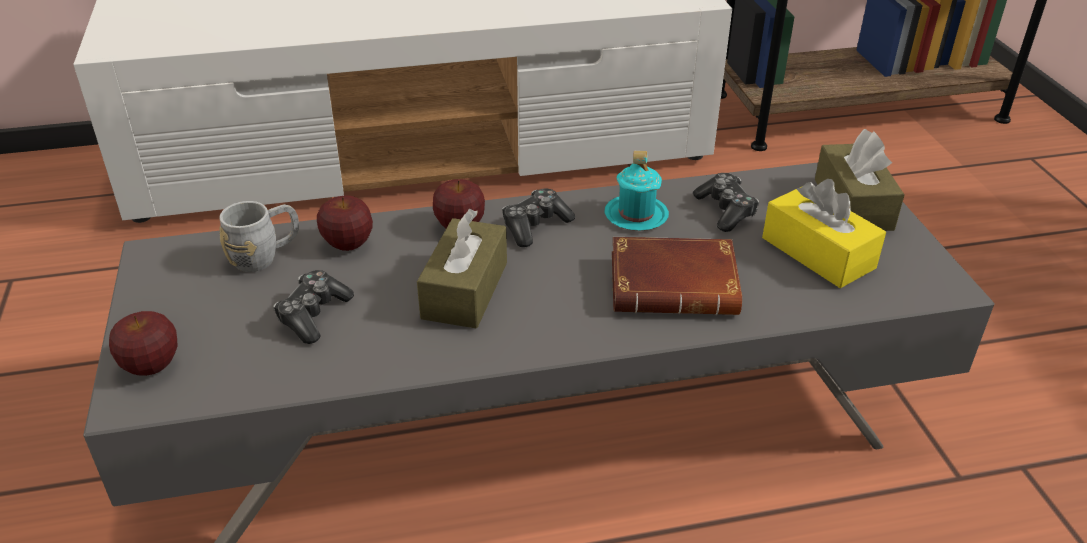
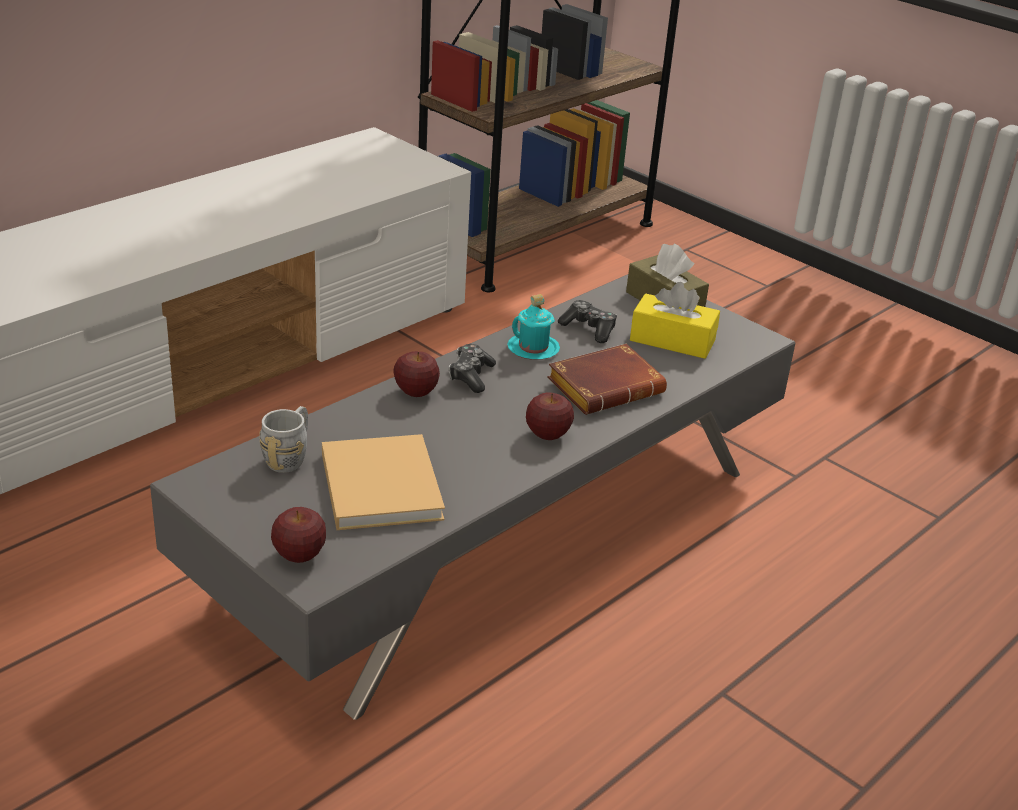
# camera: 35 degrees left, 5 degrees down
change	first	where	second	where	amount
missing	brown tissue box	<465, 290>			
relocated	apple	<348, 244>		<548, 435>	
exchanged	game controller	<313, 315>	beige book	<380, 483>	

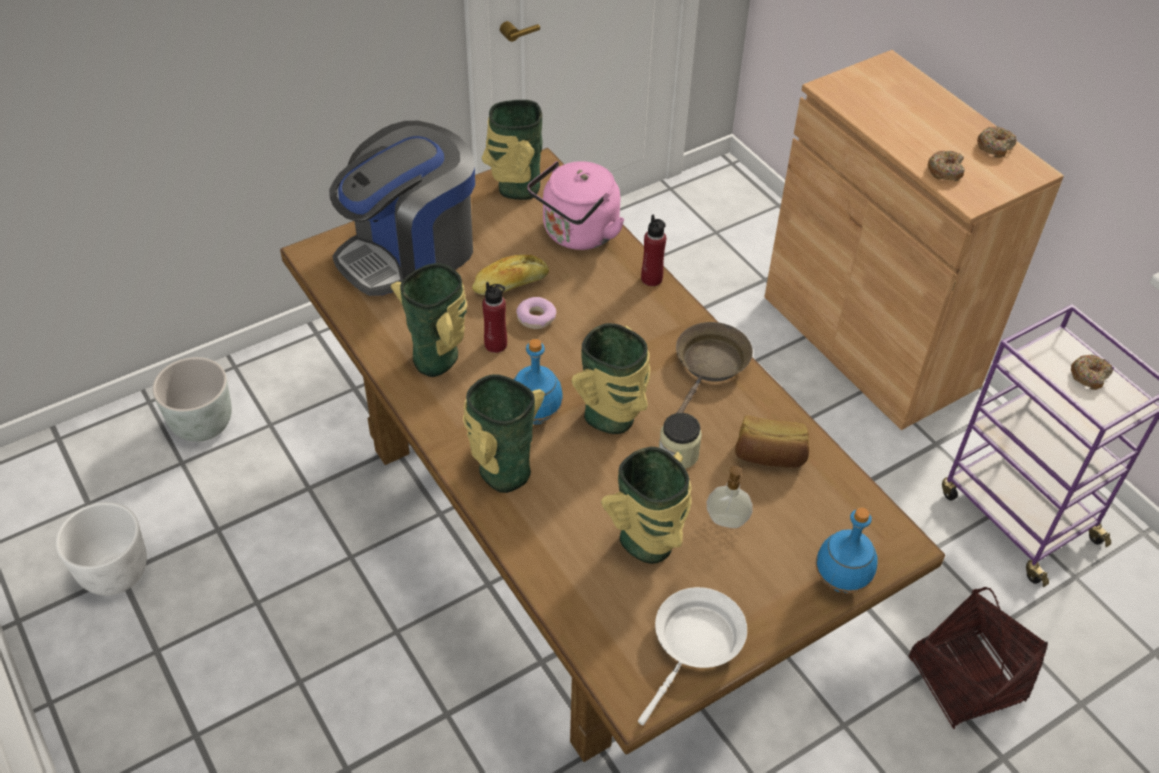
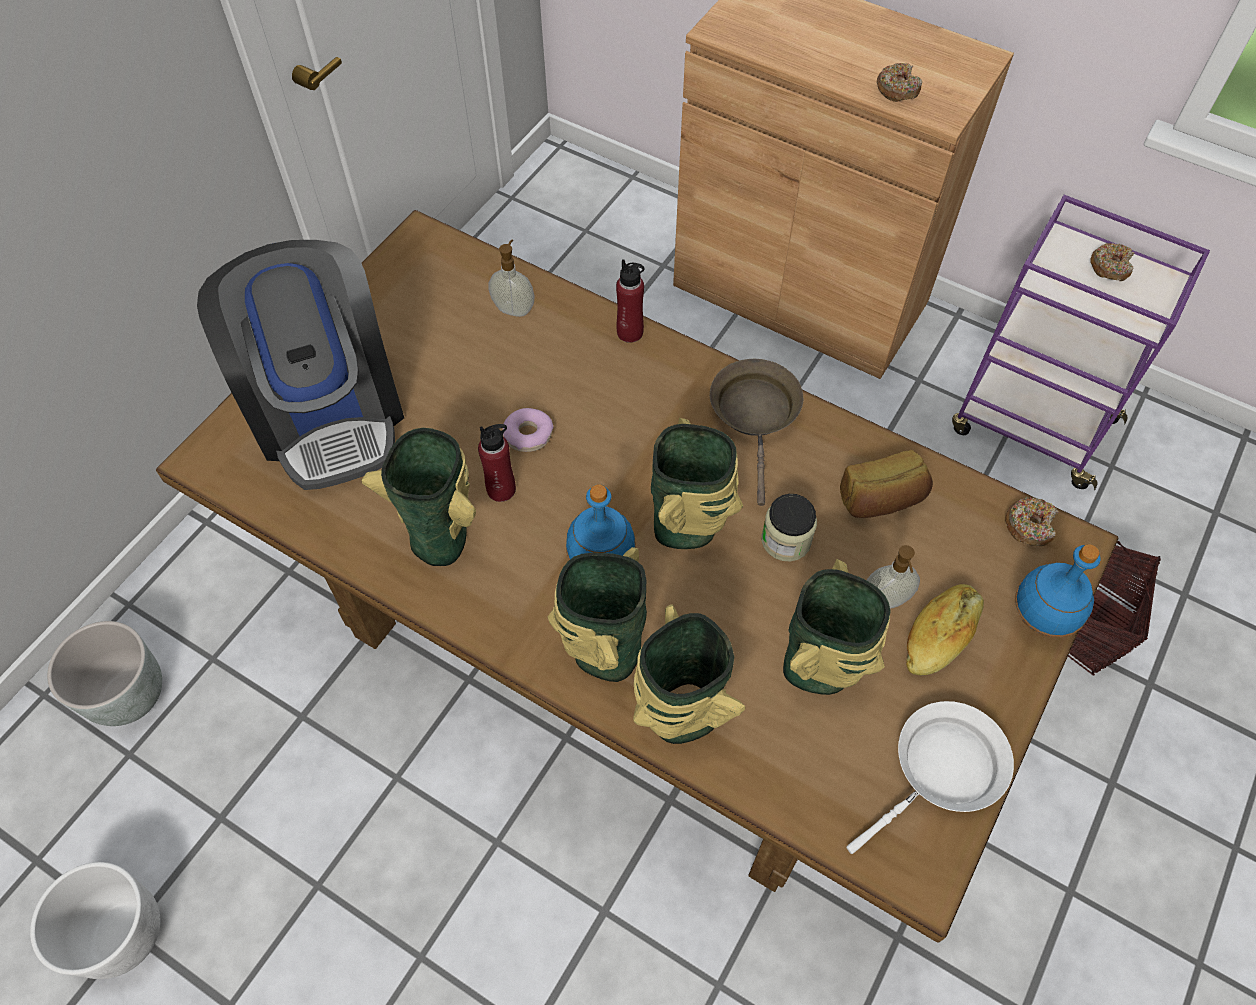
# camera: 25 degrees left, 10 degrees up
change	first	where	second	where	amount
relocated	bread	<510, 284>		<940, 635>	
relocated	vase	<516, 188>		<679, 716>	
relocated	donut	<994, 146>		<1029, 526>	
exchanged	pink kettle	<577, 234>	soap dispenser	<514, 308>	
spun	coffee machine	<410, 253>		<328, 410>	45 degrees counterclockwise
spun	white frying pan	<695, 644>		<942, 771>	45 degrees clockwise

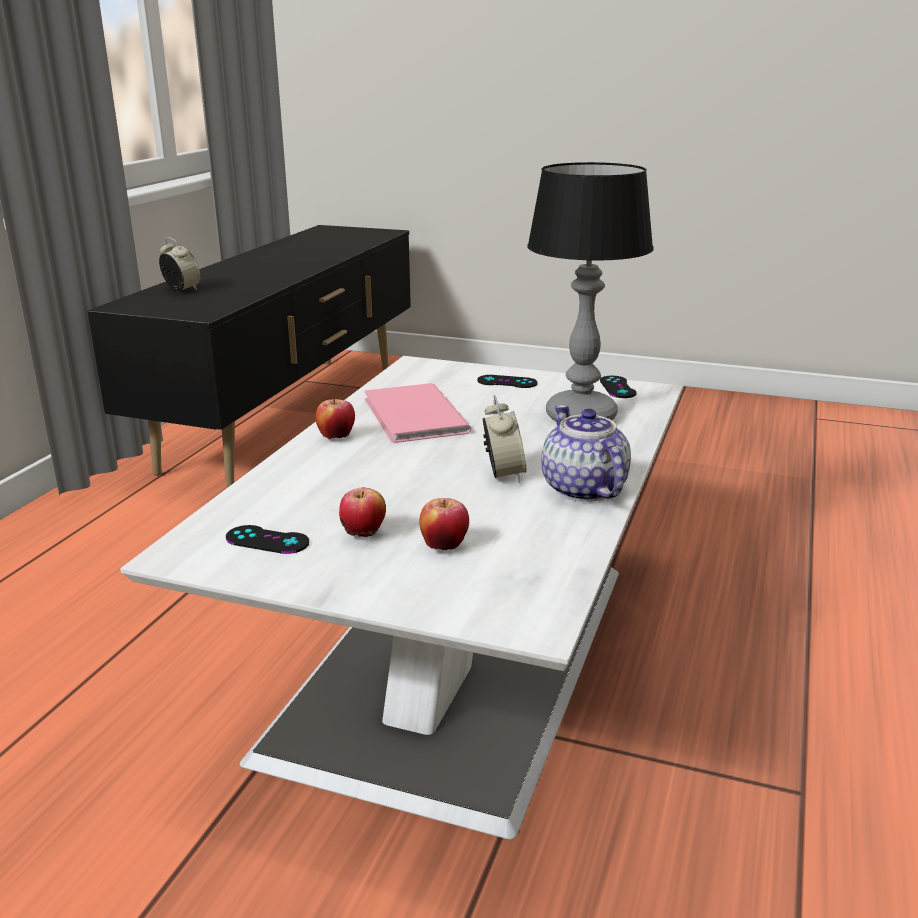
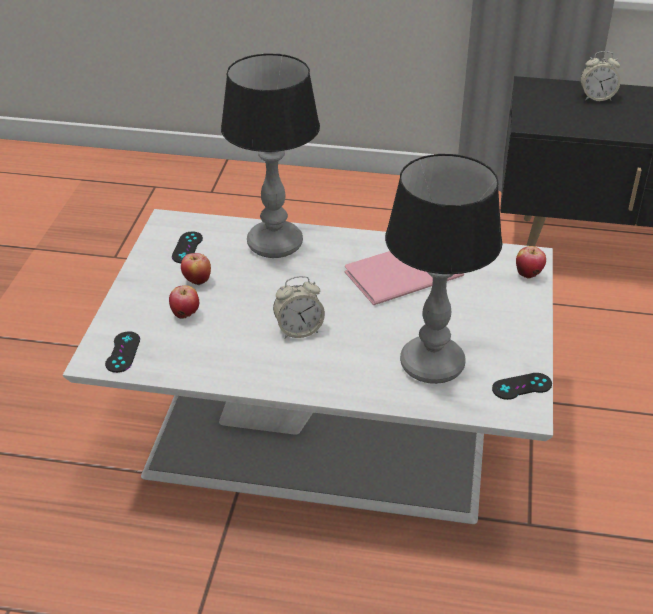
# camera: 80 degrees right, 15 degrees up
change	first	where	second	where	amount
missing	teapot	<583, 489>			
appeared			table lamp	<274, 244>	
relocated	apple	<336, 437>		<528, 274>	
relocated	black game controller	<507, 382>		<123, 352>	
spun	alarm clock	<182, 290>		<596, 98>	60 degrees clockwise

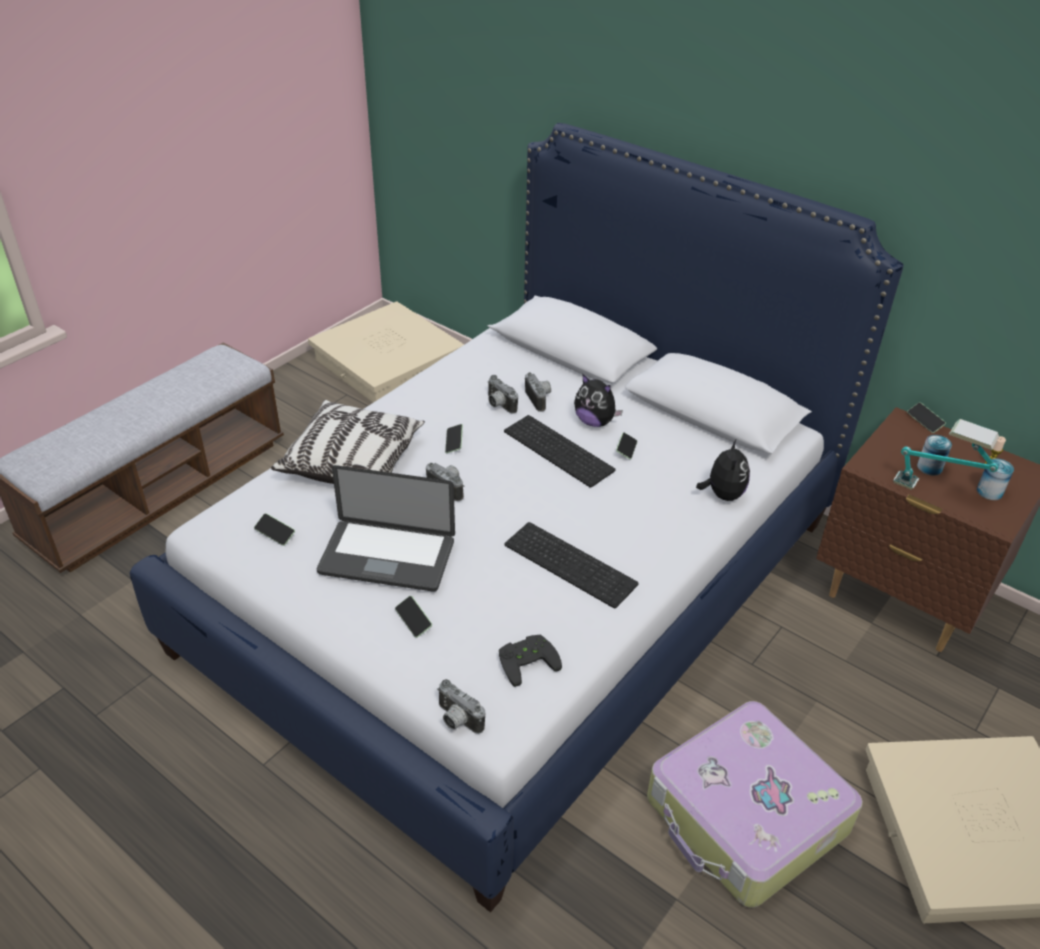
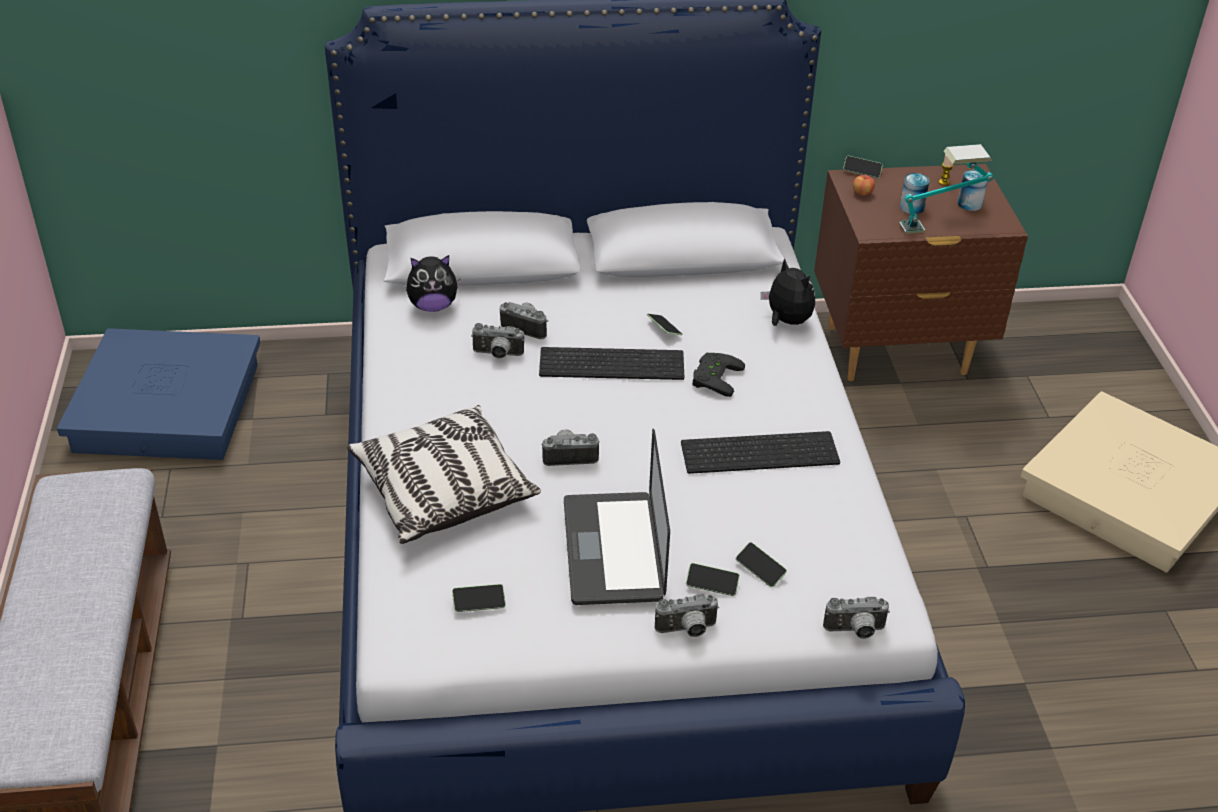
# camera: 45 degrees left, 0 degrees up
change	first	where	second	where	amount
missing	suitcase	<746, 817>			
appeared			photo camera	<687, 630>	
appeared			apple	<862, 193>	
relocated	phone	<454, 442>		<760, 570>	
relocated	black game controller	<526, 660>		<713, 377>	
relocated	plush toy	<595, 422>		<433, 306>	
colour	beige storage box	<388, 362>	blue storage box	<169, 407>	
spun	laptop	<387, 557>		<613, 550>	120 degrees clockwise

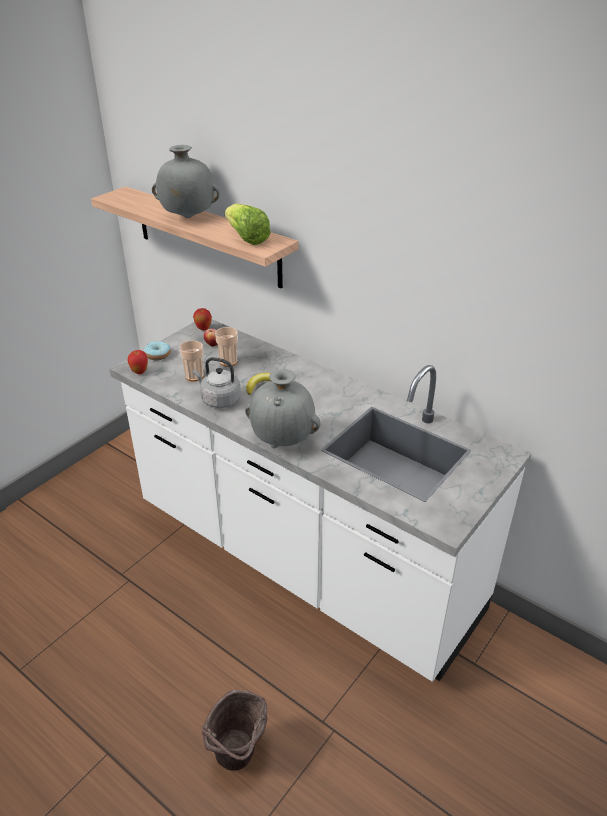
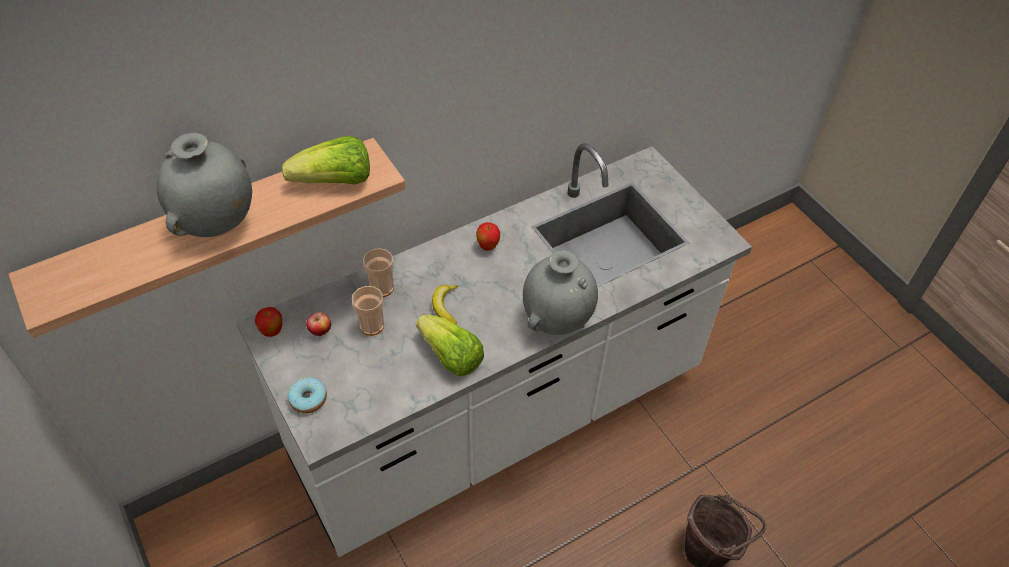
# camera: 70 degrees left, 15 degrees up
change	first	where	second	where	amount
relocated	apple	<139, 372>		<488, 246>	
relocated	cup	<194, 376>		<382, 288>	
exchanged	grey kettle	<219, 400>	lettuce	<451, 356>	

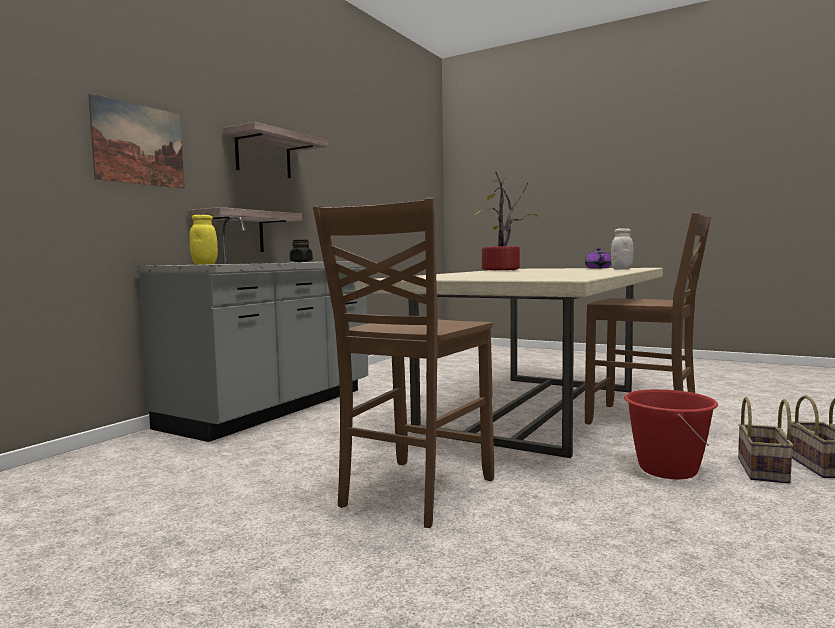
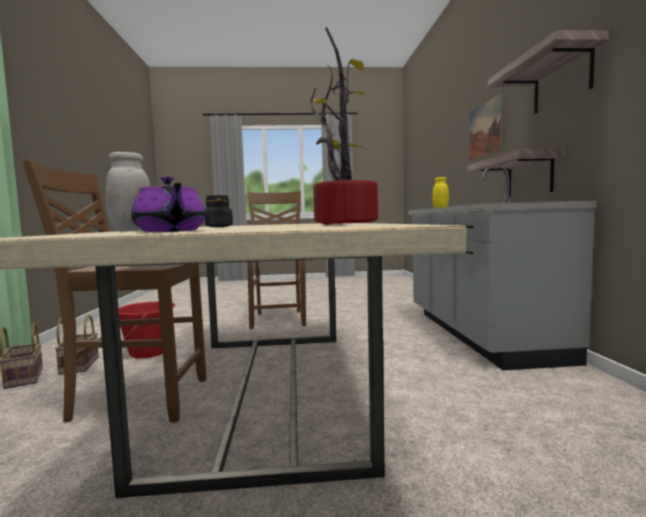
# camera: 145 degrees right, 0 degrees up
change	first	where	second	where	amount
relocated	black jar	<301, 261>		<218, 227>	

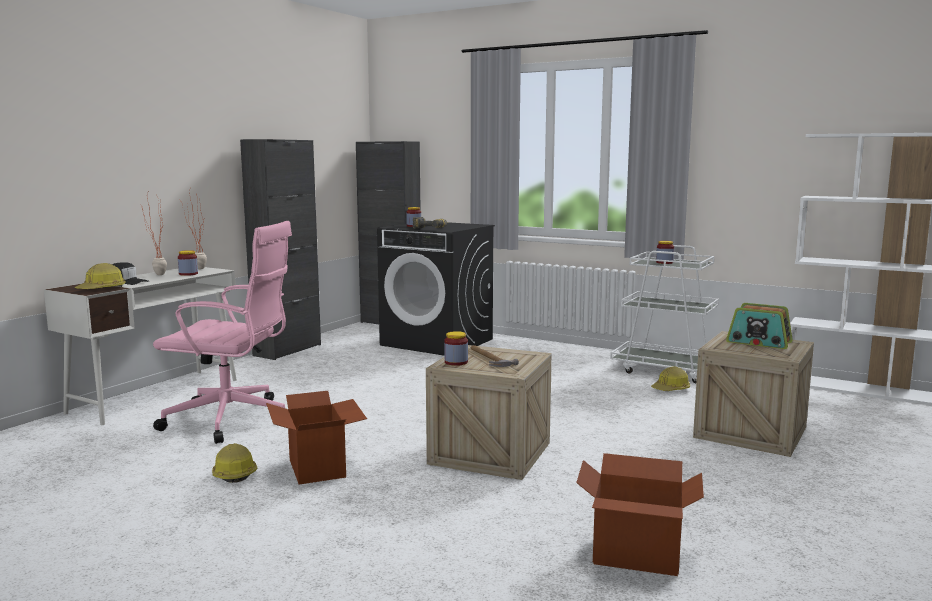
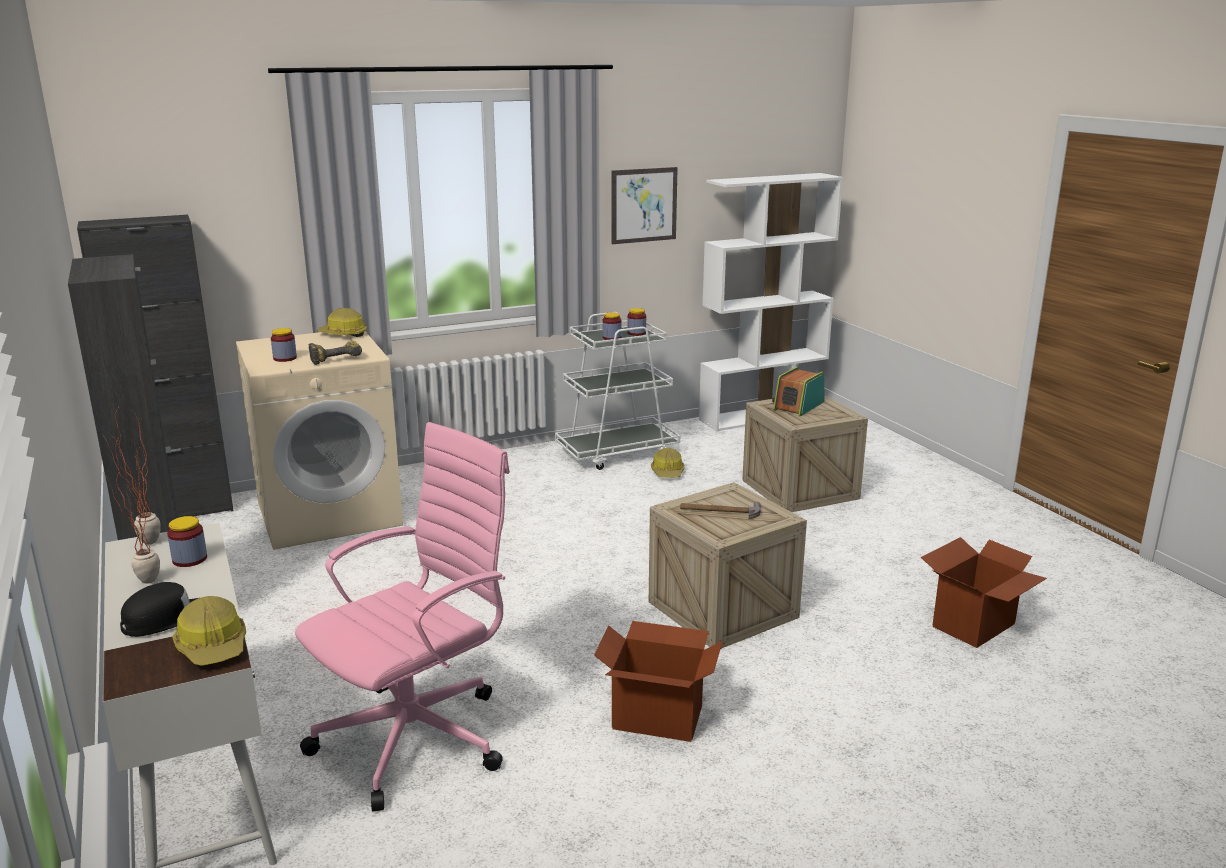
# camera: 55 degrees left, 10 degrees up
change	first	where	second	where	amount
appeared			picture	<644, 205>	
relocated	hard hat	<234, 473>		<343, 334>	
relocated	jar	<456, 362>		<636, 333>	
colour	black washing machine	<438, 342>	beige washing machine	<329, 513>	
spun	radio	<759, 342>		<798, 406>	150 degrees clockwise

